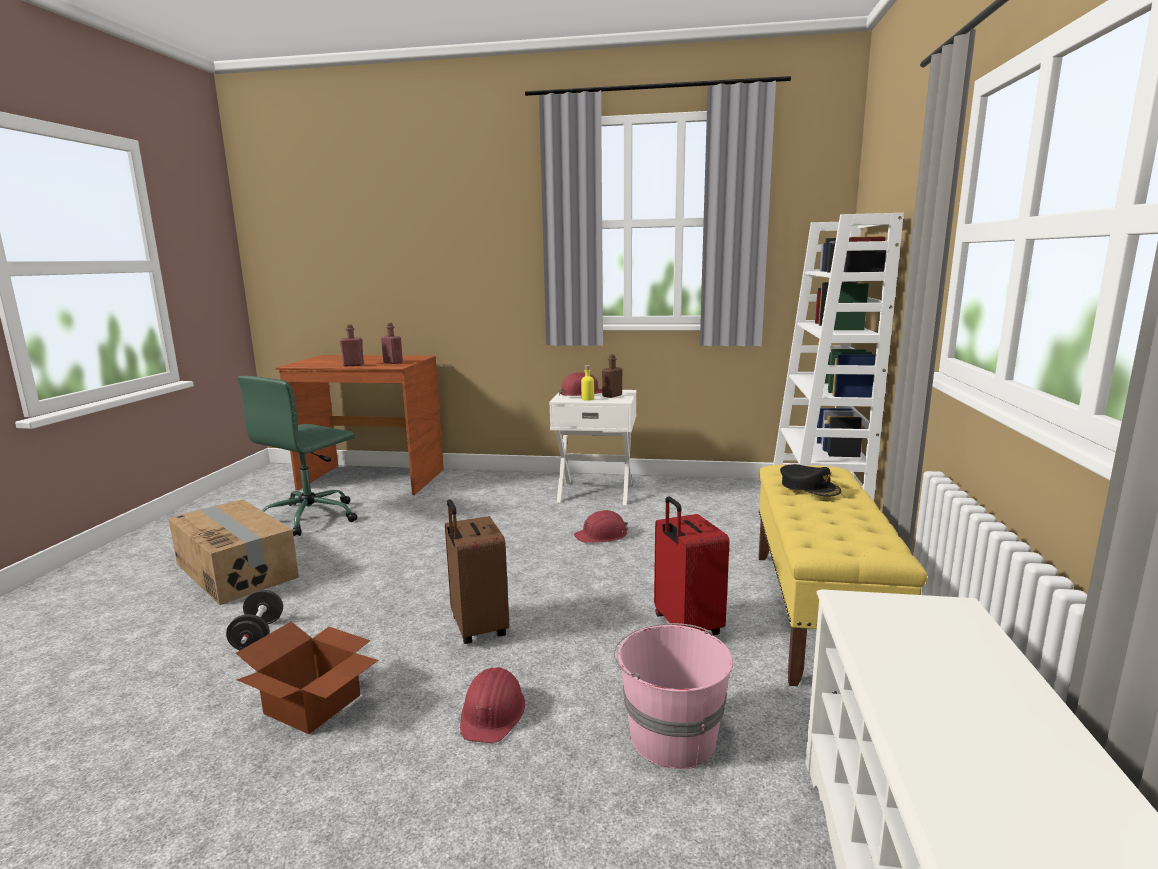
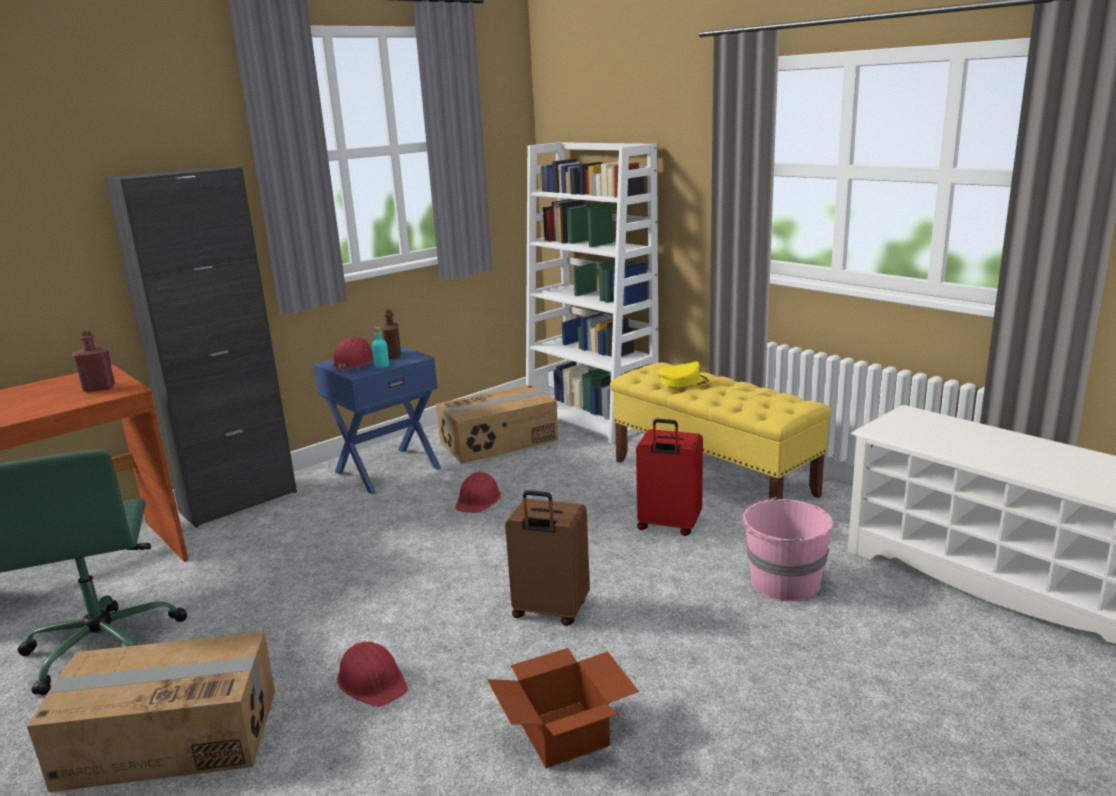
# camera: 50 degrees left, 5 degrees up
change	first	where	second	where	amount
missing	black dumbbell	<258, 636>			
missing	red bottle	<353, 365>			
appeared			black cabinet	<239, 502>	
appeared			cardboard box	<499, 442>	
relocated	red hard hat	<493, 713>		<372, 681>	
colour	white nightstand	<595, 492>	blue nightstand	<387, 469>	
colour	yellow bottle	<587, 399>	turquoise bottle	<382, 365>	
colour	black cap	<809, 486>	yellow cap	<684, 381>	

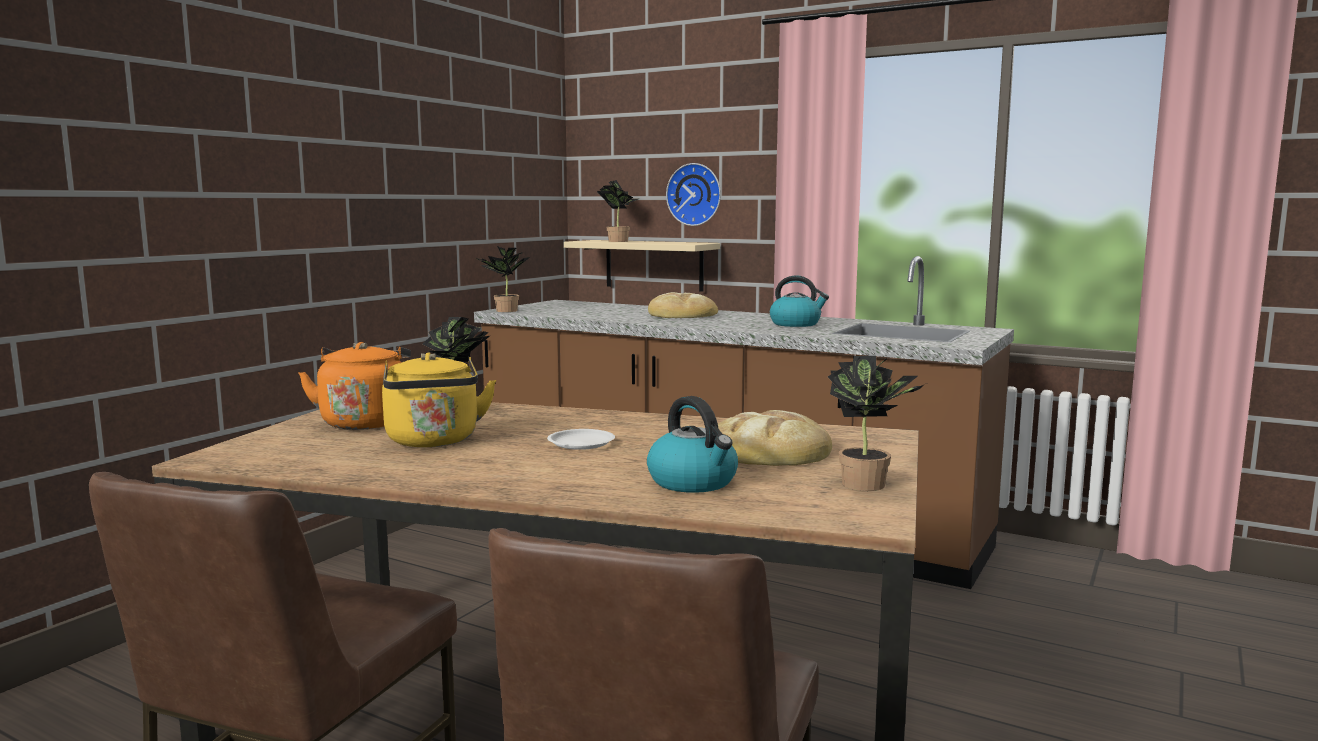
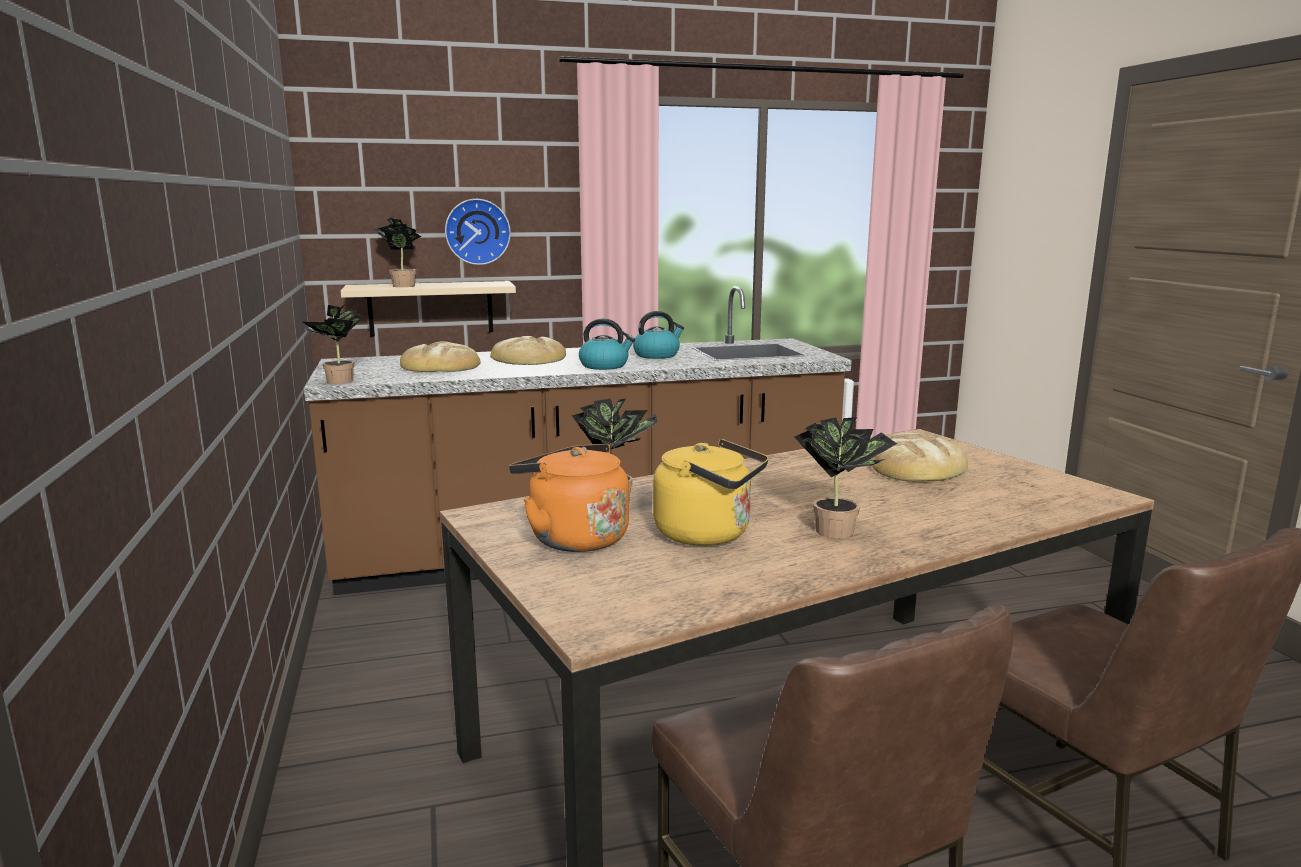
# camera: 45 degrees left, 5 degrees up
change	first	where	second	where	amount
missing	white plate	<581, 443>			
appeared			bread	<440, 366>	
relocated	kettle	<694, 482>		<605, 366>	
relocated	potted plant	<870, 485>		<839, 530>	

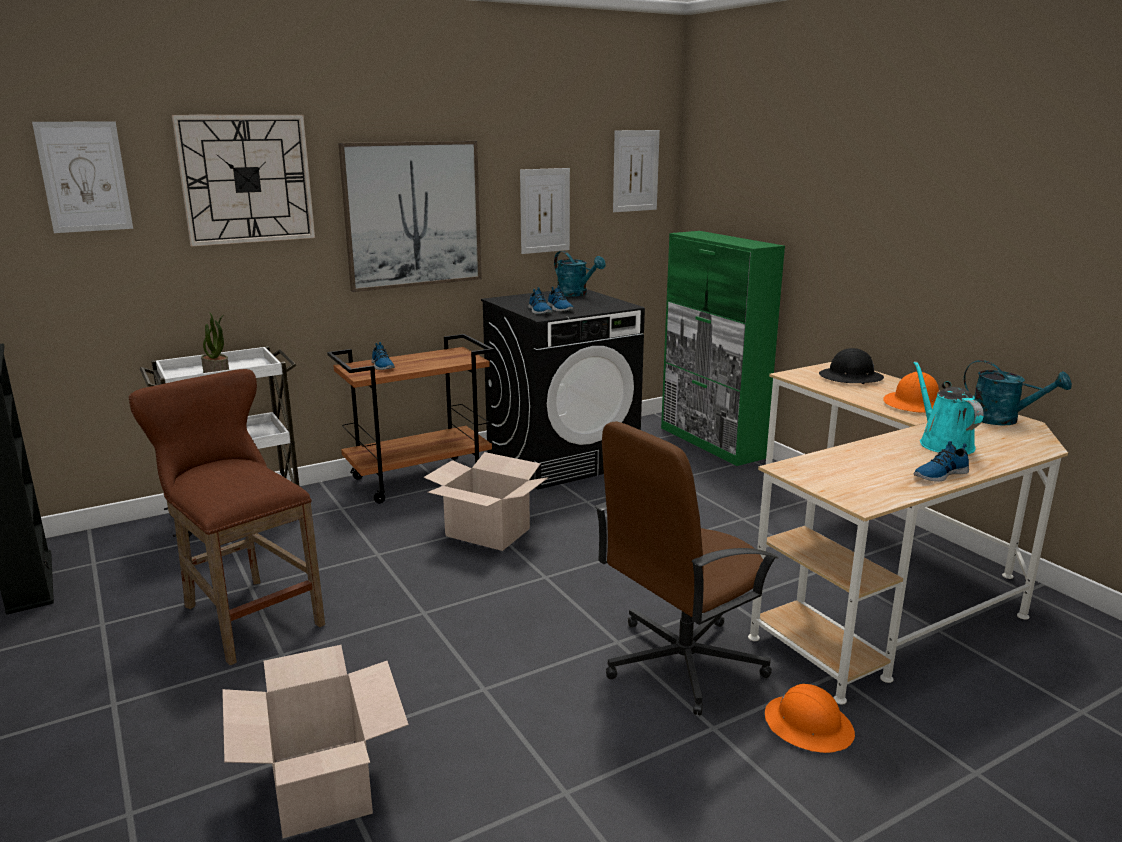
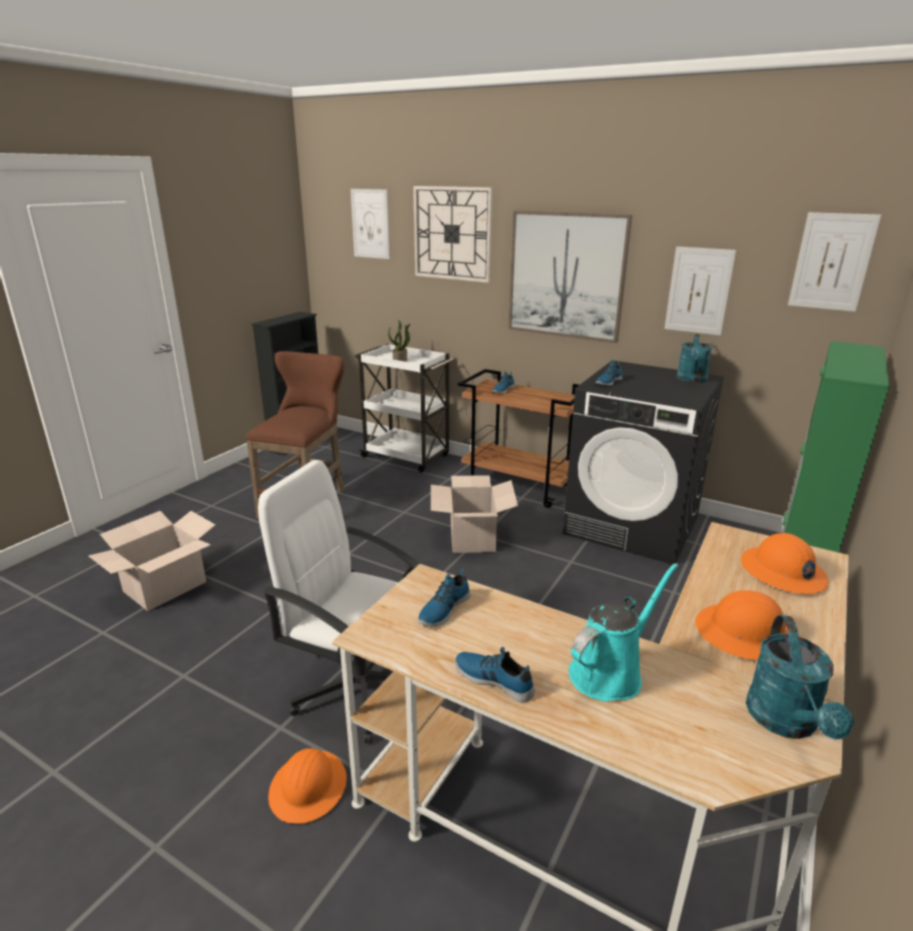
# camera: 60 degrees right, 5 degrees up
change	first	where	second	where	amount
relocated	shoe	<559, 308>		<443, 609>	
colour	brown office chair	<681, 662>	white office chair	<360, 685>	
colour	black hard hat	<851, 378>	orange hard hat	<782, 572>	

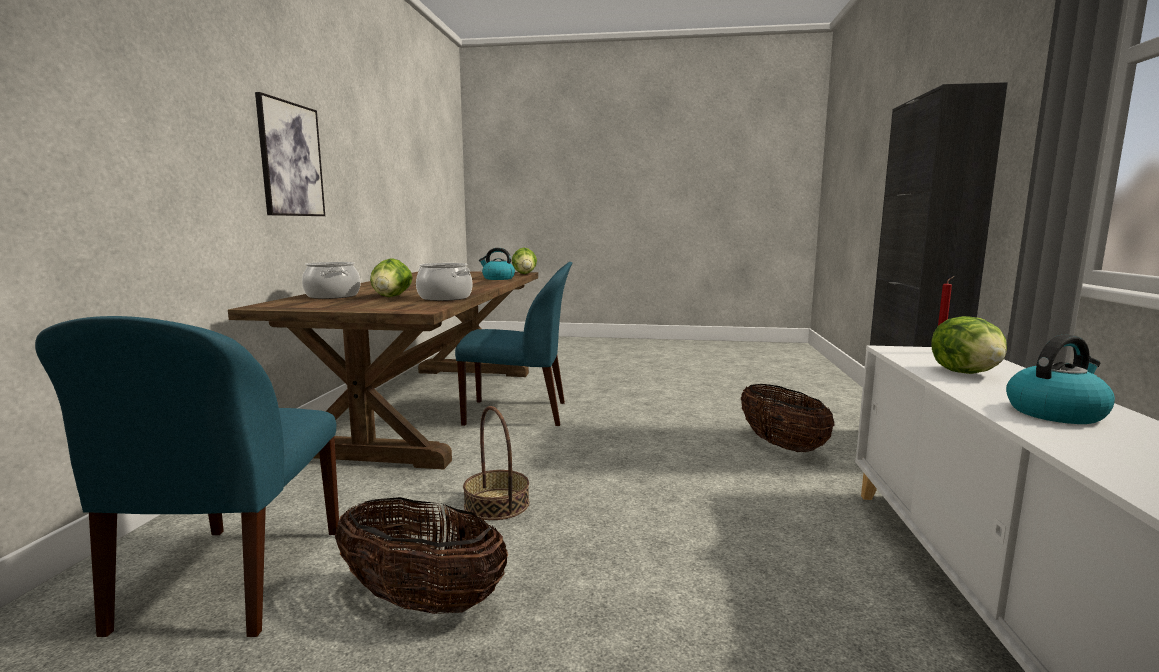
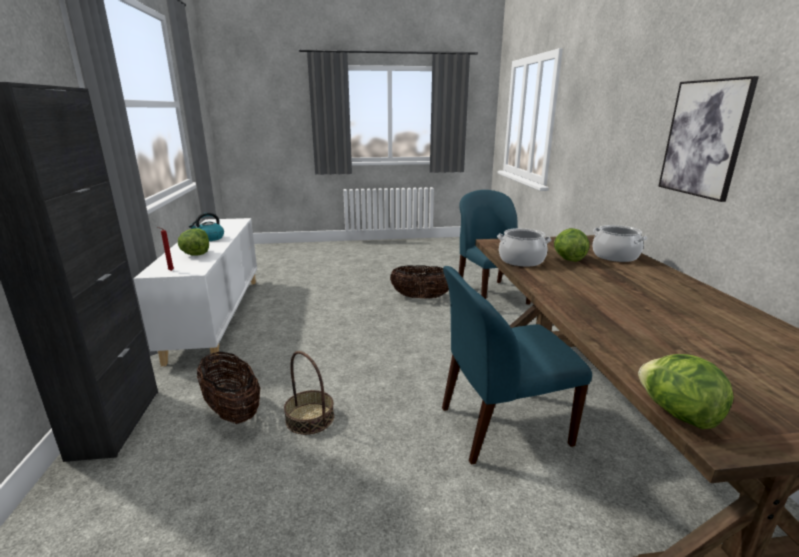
# camera: 165 degrees right, 10 degrees up
change	first	where	second	where	amount
missing	kettle	<498, 278>			
relocated	basket	<497, 504>		<309, 418>	

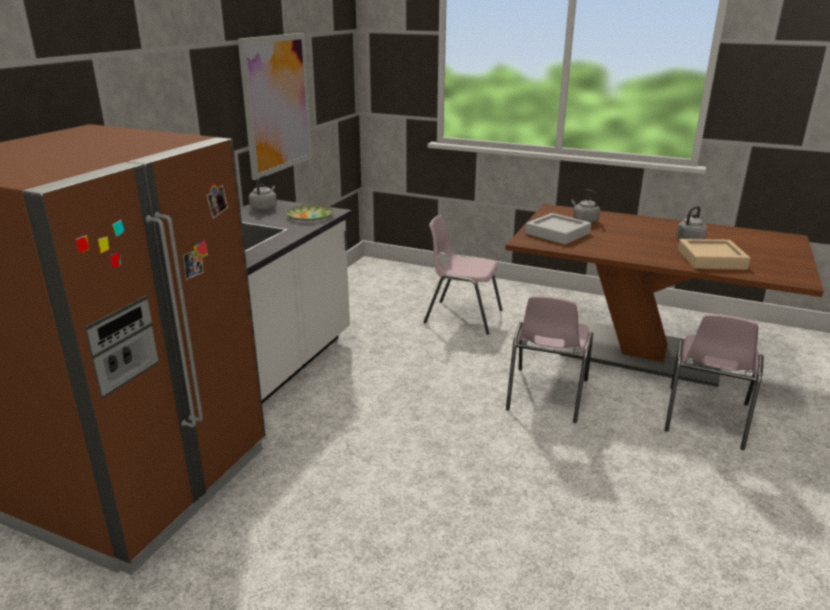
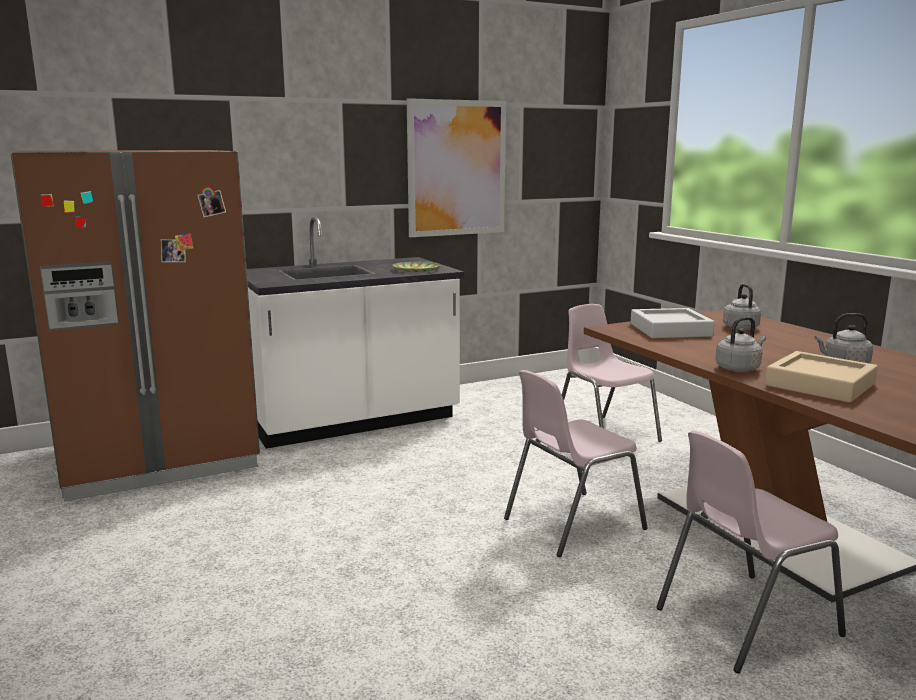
# camera: 40 degrees right, 10 degrees down
change	first	where	second	where	amount
relocated	grey kettle	<264, 208>		<739, 368>	

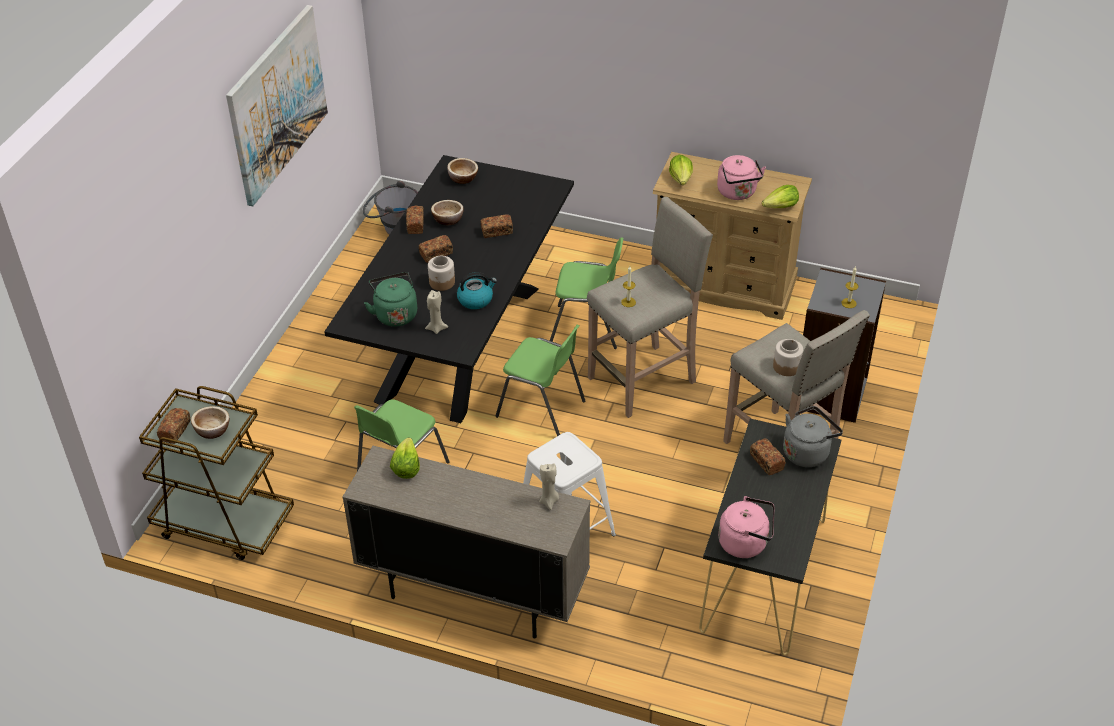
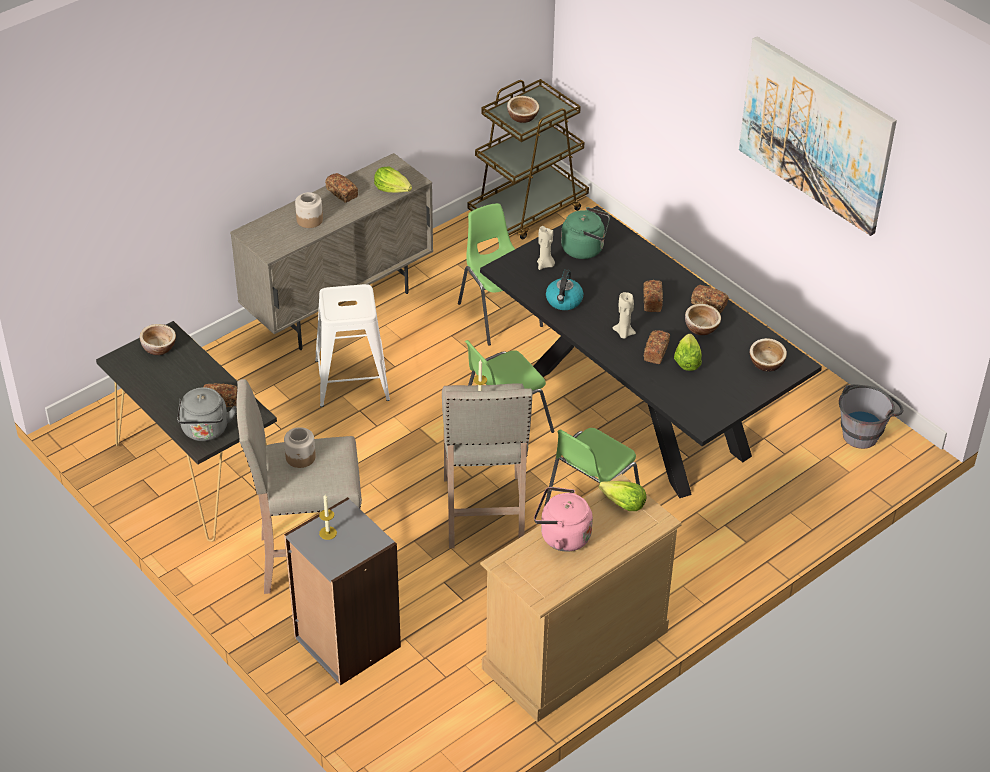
# camera: 120 degrees right, 0 degrees up
change	first	where	second	where	amount
relocated	bread	<175, 430>		<342, 193>	
relocated	jar	<442, 282>		<309, 220>	
relocated	beige candle	<549, 501>		<623, 333>	
relocated	lettuce	<781, 207>		<687, 361>	
exchanged	pink kettle	<746, 543>	bowl	<159, 347>	

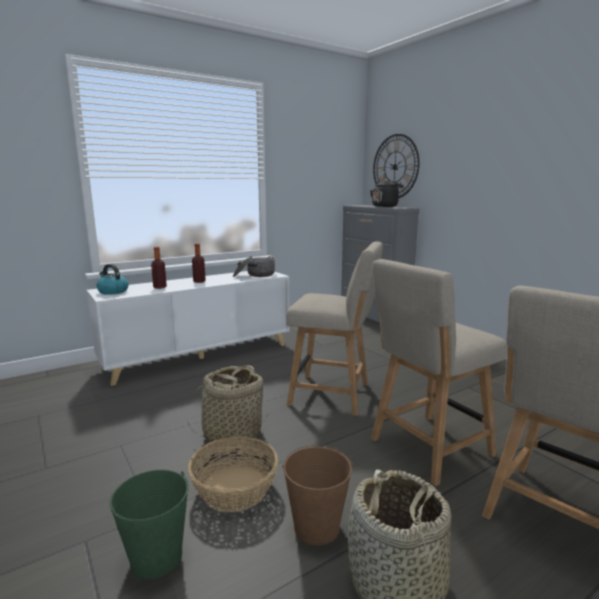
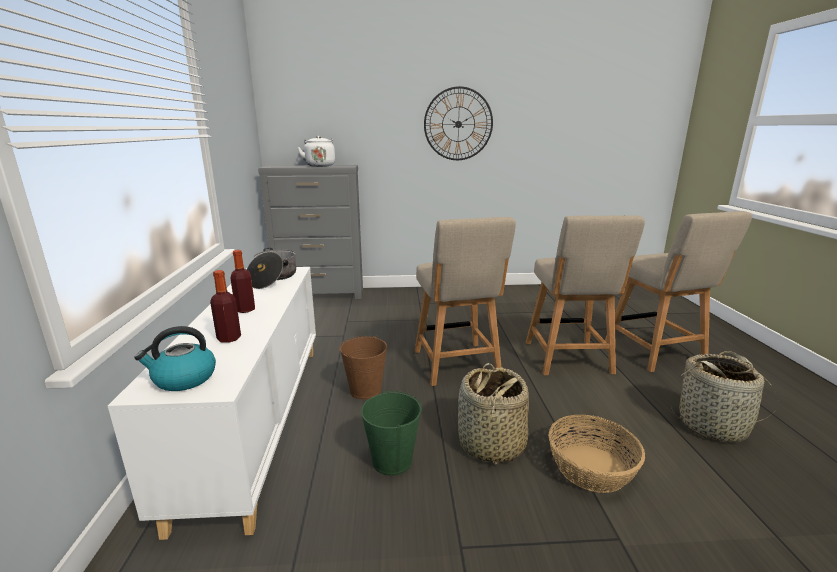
# camera: 60 degrees left, 5 degrees up
change	first	where	second	where	amount
relocated	green bucket	<156, 557>		<392, 461>	
relocated	brown bucket	<317, 527>		<366, 390>	
relocated	wall clock	<395, 167>		<458, 124>	
colour	black kettle	<385, 206>	white kettle	<320, 165>	
spun	beige chair	<334, 394>		<457, 365>	120 degrees clockwise

